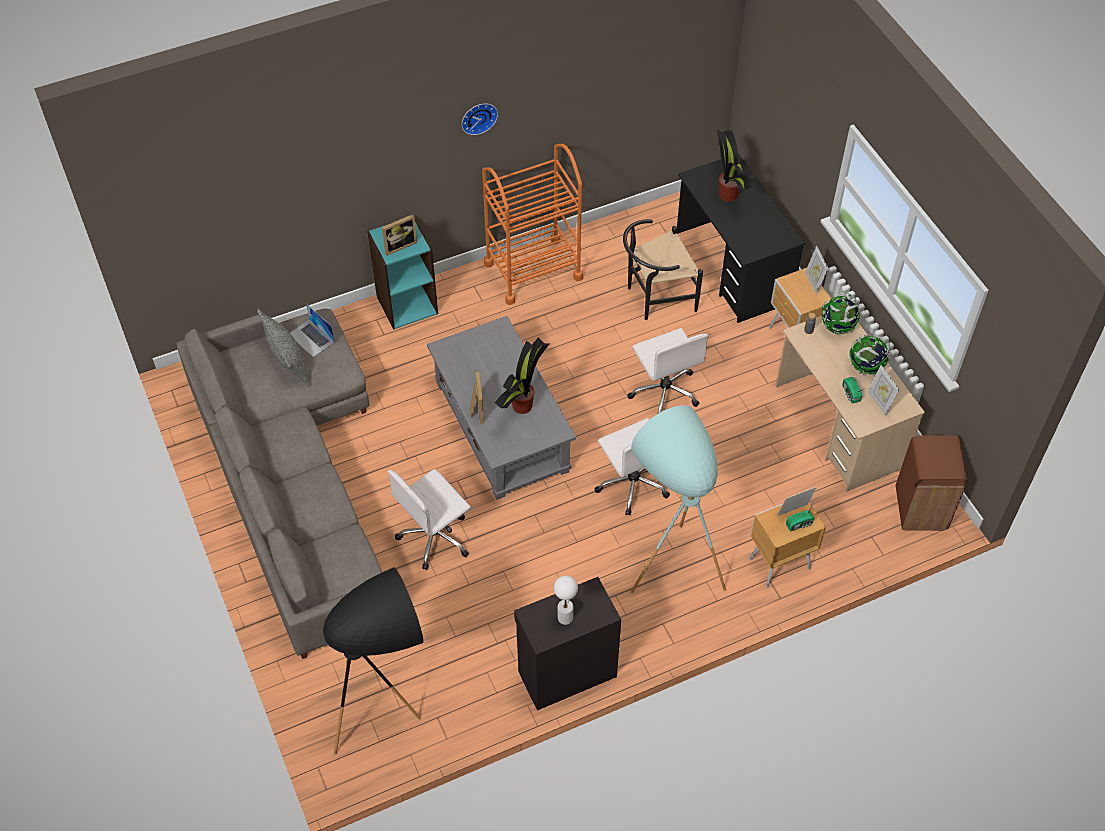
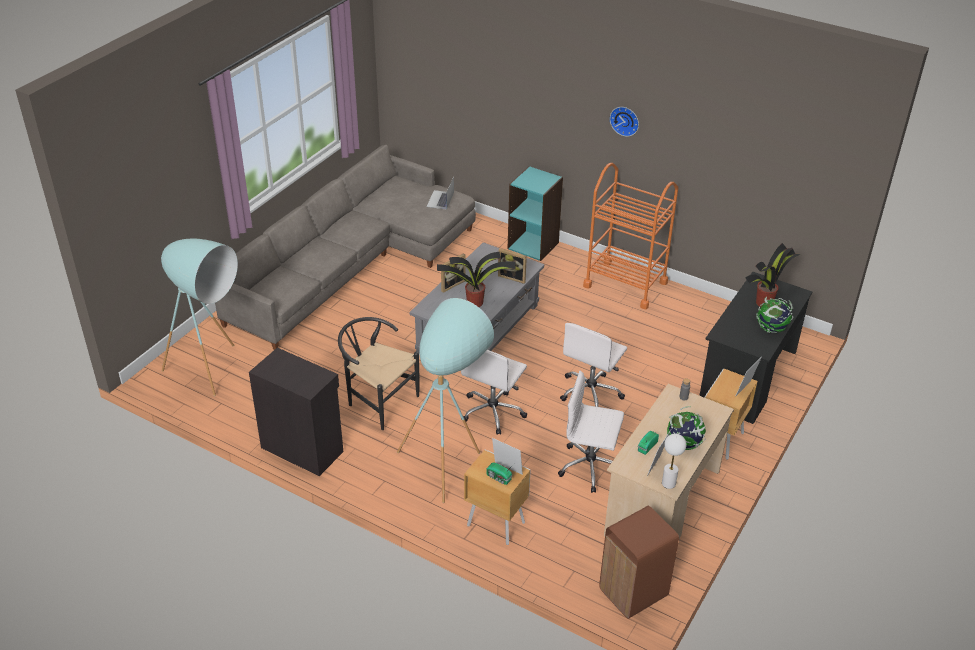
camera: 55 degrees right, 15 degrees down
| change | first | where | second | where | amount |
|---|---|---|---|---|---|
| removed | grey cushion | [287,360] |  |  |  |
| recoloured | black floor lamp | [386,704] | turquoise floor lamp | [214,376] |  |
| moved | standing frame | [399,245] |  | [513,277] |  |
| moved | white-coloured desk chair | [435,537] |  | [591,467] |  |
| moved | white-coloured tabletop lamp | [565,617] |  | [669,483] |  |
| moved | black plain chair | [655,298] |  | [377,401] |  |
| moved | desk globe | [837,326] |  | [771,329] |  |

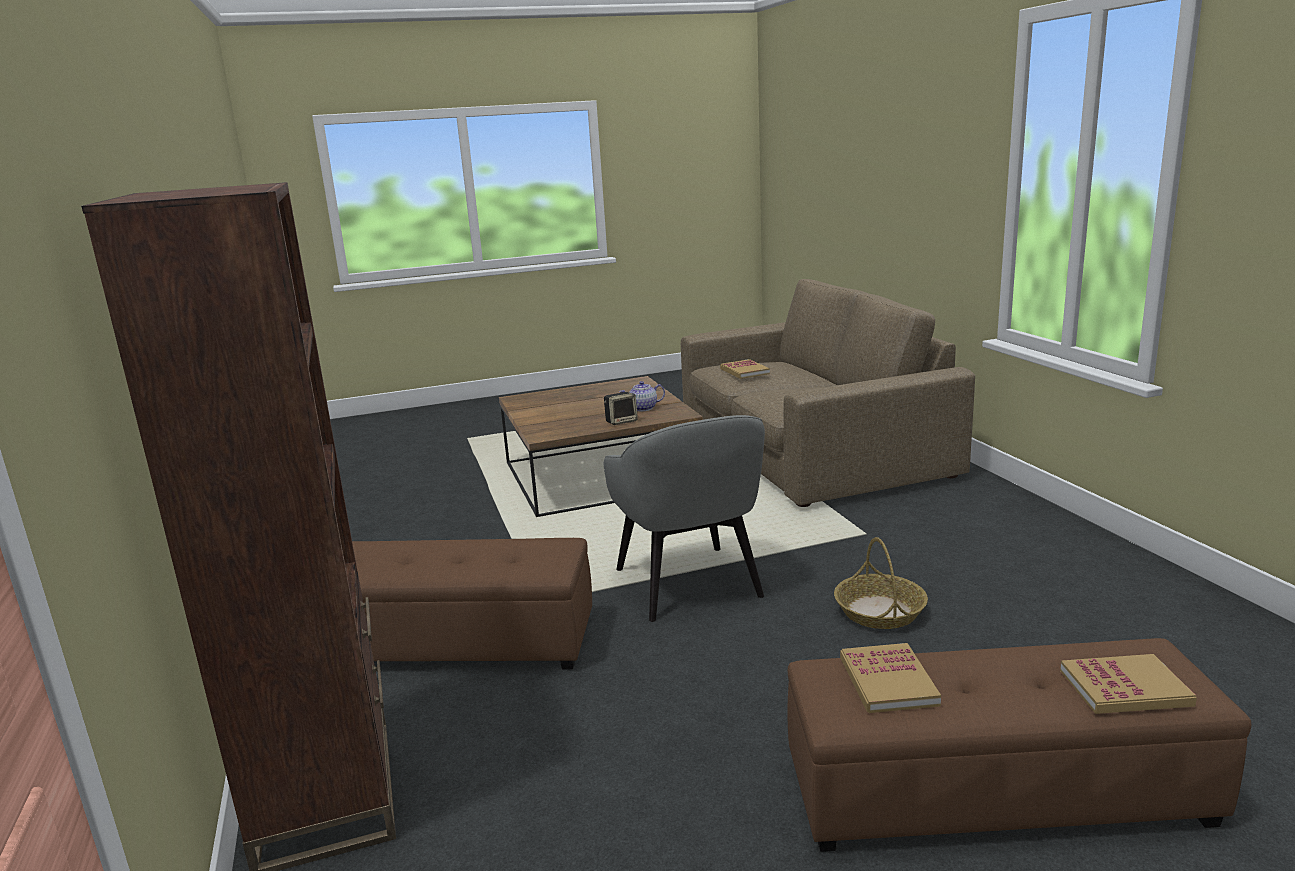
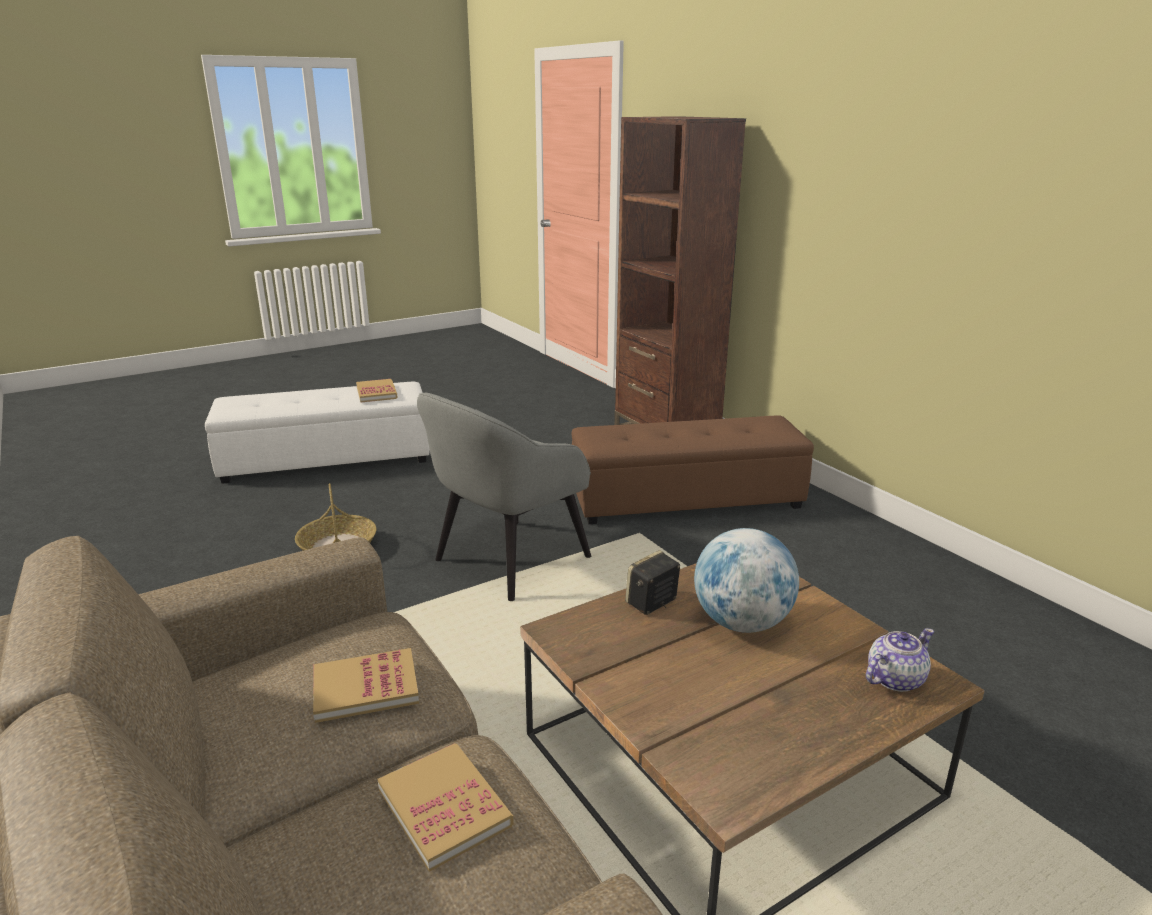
camera: 165 degrees right, 5 degrees up
| change | first | where | second | where | amount |
|---|---|---|---|---|---|
| turned | grey armchair | [689,585] |  | [510,560] | 105 degrees counterclockwise |
| moved | teapot | [643,408] |  | [894,679] |  |
| recoloured | brown footrest | [995,794] | white-coloured footrest | [327,459] |  |
| moved | book | [1125,688] |  | [365,688] |  |
| added |  |  | desk globe | [741,623] |  |

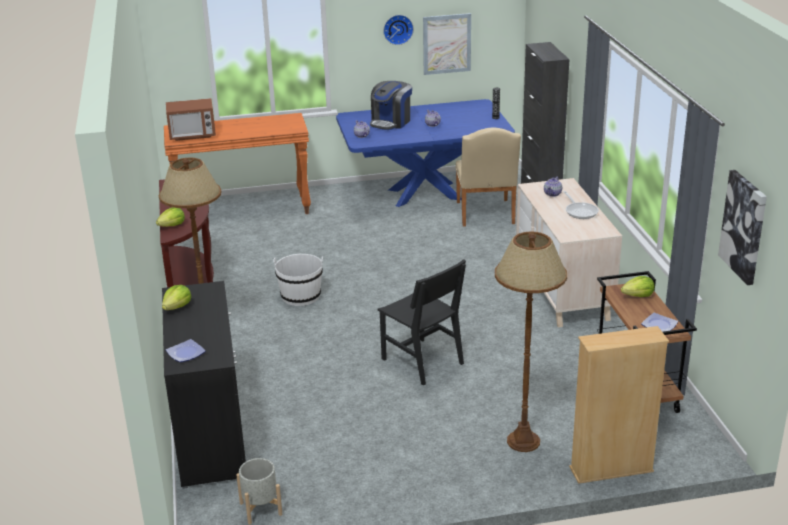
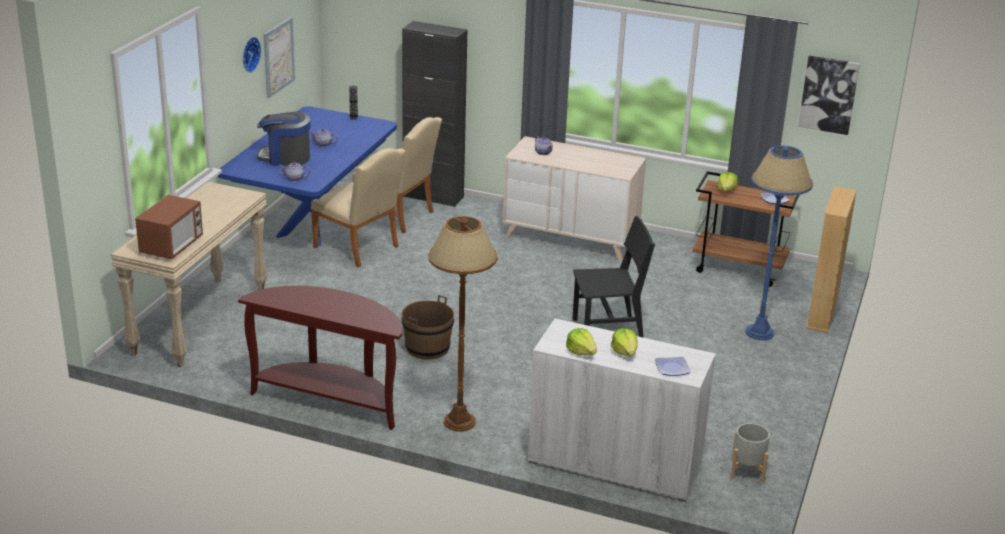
camera: 60 degrees left, 0 degrees up
| change | first | where | second | where | amount |
|---|---|---|---|---|---|
| moved | head of lettuce | [172,225] |  | [625,352] |  |
| recoloured | black cupboard | [211,433] | white-coloured cupboard | [614,464] |  |
| recoloured | orangey hall table | [243,211] | sand-coloured hall table | [199,321] |  |
| recoloured | white-coloured water bucket | [300,296] | brown water bucket | [427,348] |  |
| turned | coffee brewer | [391,122] |  | [285,158] | 120 degrees clockwise |
| recoloured | brown floor lamp | [523,441] | blue floor lamp | [760,332] |  |
| removed | skillet | [580,211] |  |  |  |
| added |  |  | sand-coloured plain chair | [360,248] |  |

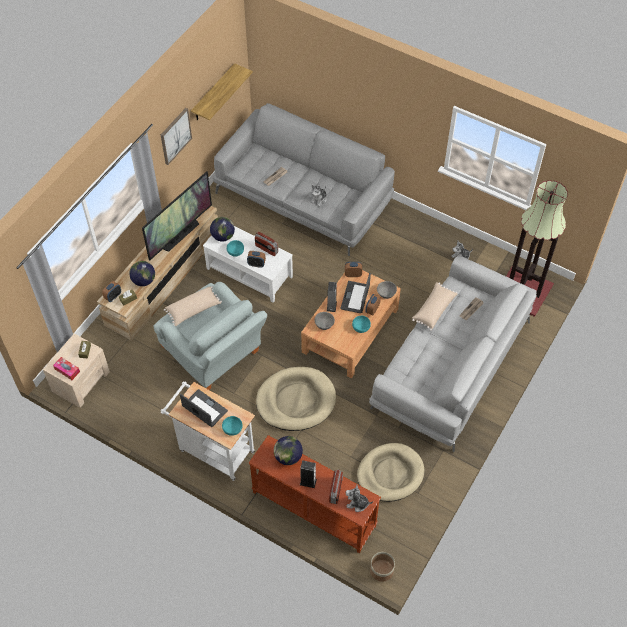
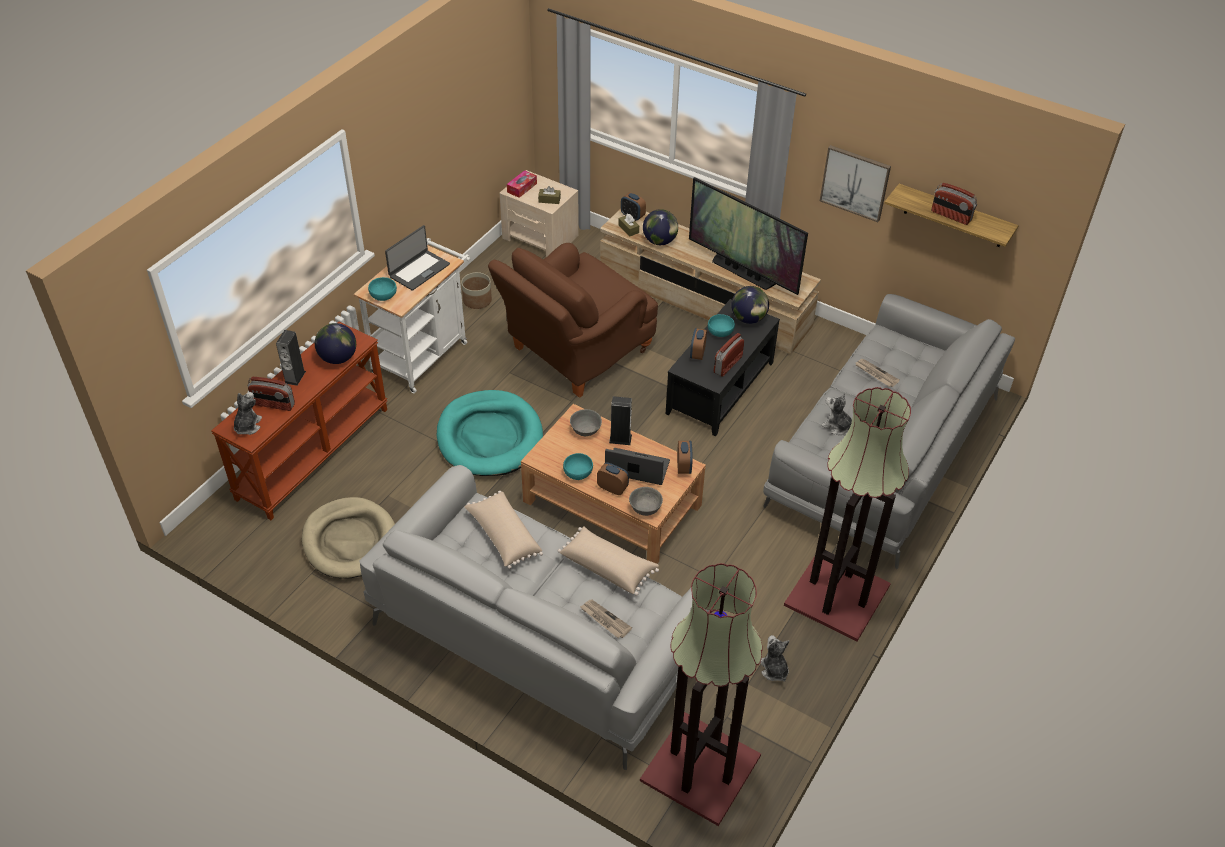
camera: 90 degrees right, 10 degrees down
| change | first | where | second | where | amount |
|---|---|---|---|---|---|
| recoloured | grey armchair | [214,354] | brown armchair | [575,353] |  |
| moved | sand-coloured cushion | [193,310] |  | [503,536] |  |
| recoloured | white-coloured low table | [249,273] | black low table | [720,388] |  |
| recoloured | sand-coloured dog bed | [296,401] | turquoise dog bed | [489,437] |  |
| moved | planter | [381,570] |  | [477,300] |  |
| added |  |  | floor lamp | [837,597] |  |
| added |  |  | radio receiver | [951,216] |  |

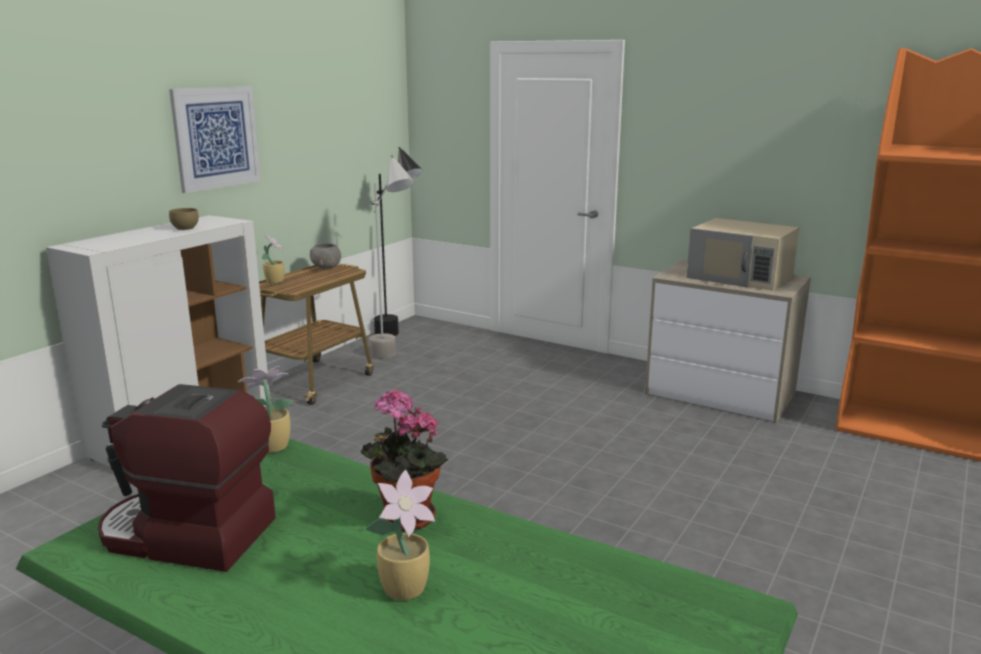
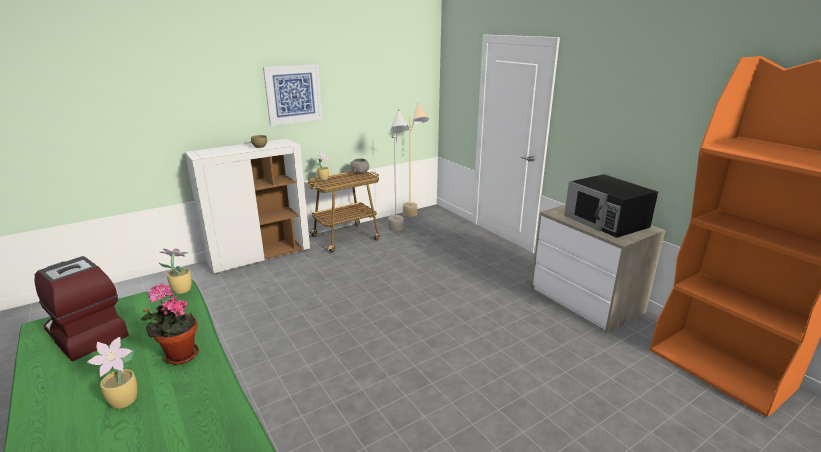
camera: 25 degrees right, 5 degrees up
| change | first | where | second | where | amount |
|---|---|---|---|---|---|
| recoloured | black floor lamp | [399,338] | sand-coloured floor lamp | [414,218] |  |
| recoloured | sand-coloured microwave oven | [740,277] | black microwave oven | [606,221] |  |

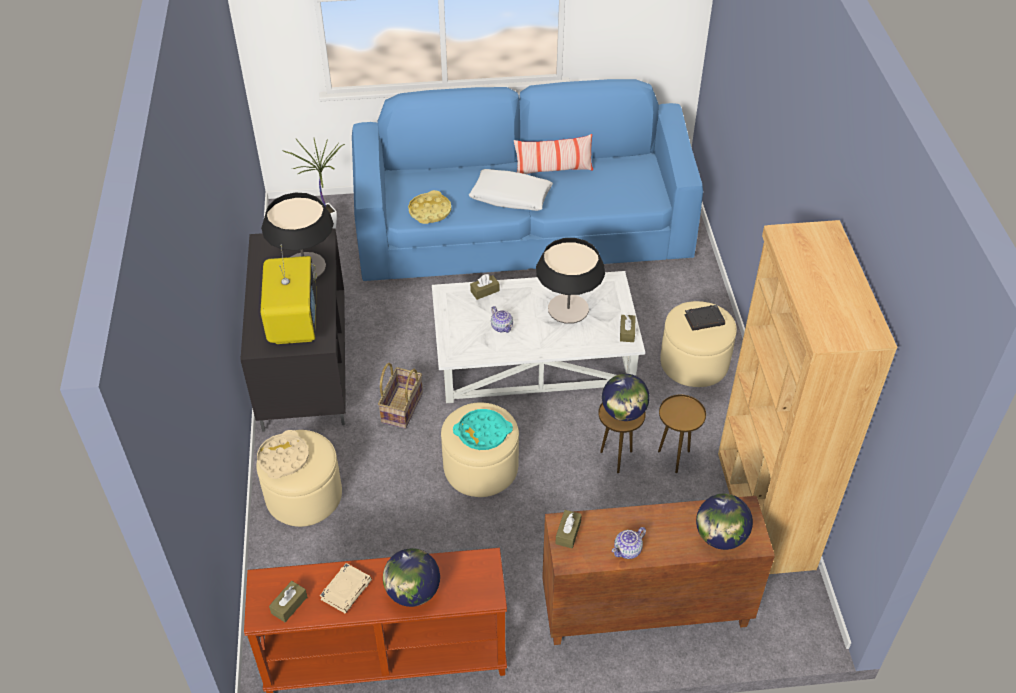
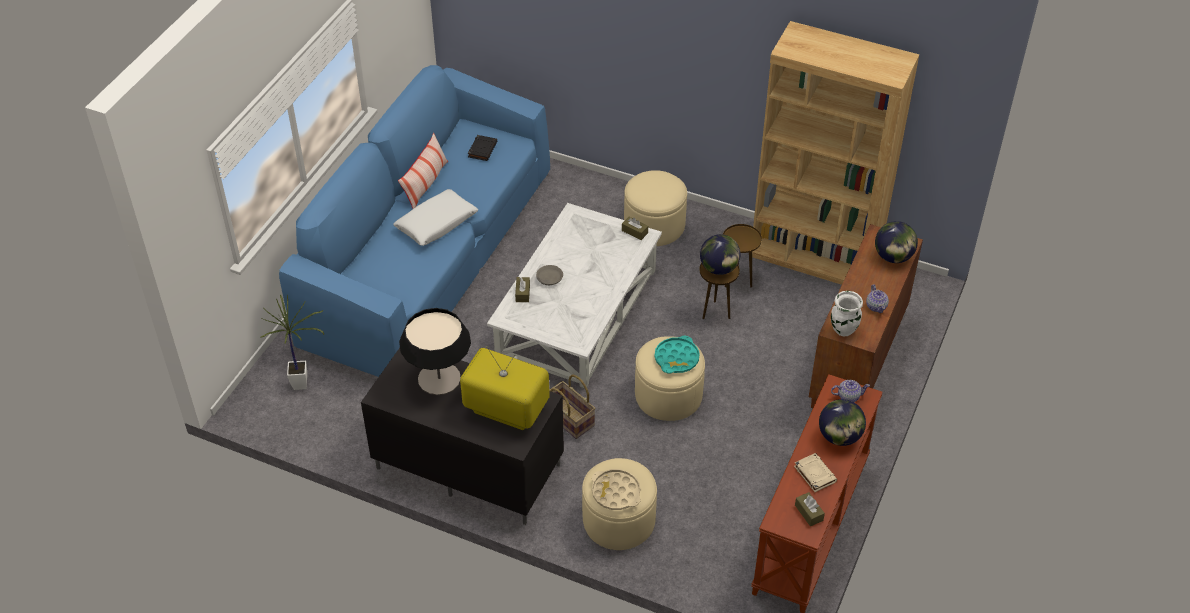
camera: 60 degrees left, 0 degrees up
| change | first | where | second | where | amount |
|---|---|---|---|---|---|
| removed | yellow serving tray | [430,211] |  |  |  |
| moved | teapot | [502,327] |  | [848,396] |  |
| removed | tabletop lamp | [568,309] |  |  |  |
| replaced | brown box of tissues | [568,533] | white-coloured decorative vase | [843,330] |  |
| moved | black book | [704,320] |  | [482,149] |  |
| added |  |  | grey serving bowl | [549,279] |  |

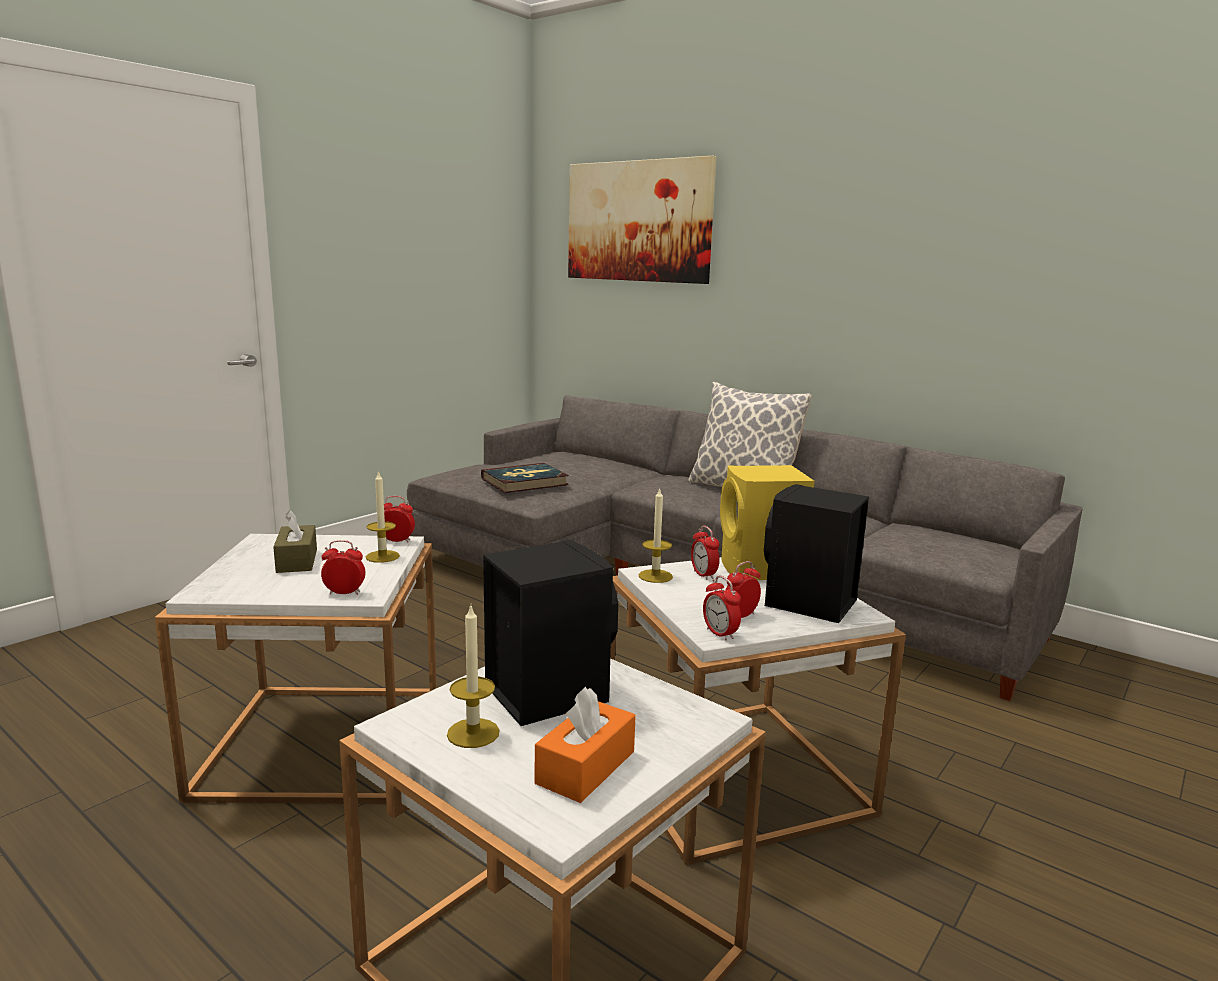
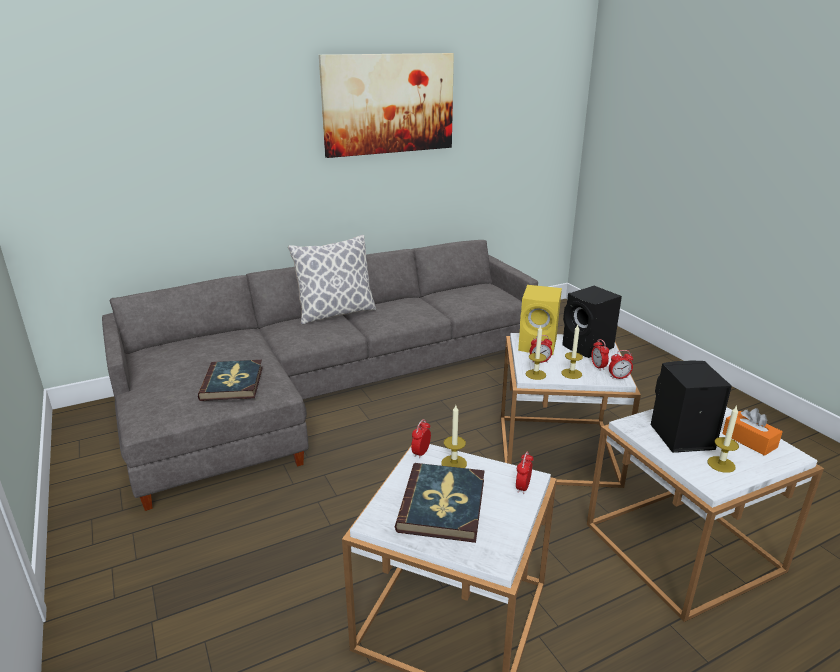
camera: 65 degrees left, 10 degrees up
| change | first | where | second | where | amount |
|---|---|---|---|---|---|
| replaced | brown box of tissues | [297,560] | book | [443,505] |  |
| moved | picture | [638,221] |  | [389,104] |  |
| added |  |  | candle | [571,373] |  |

